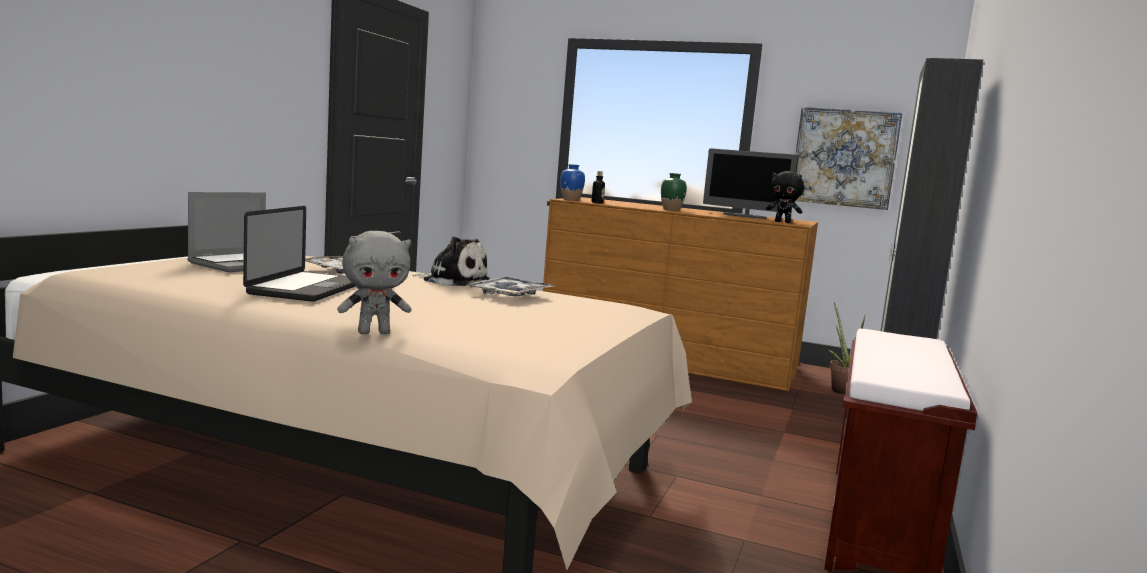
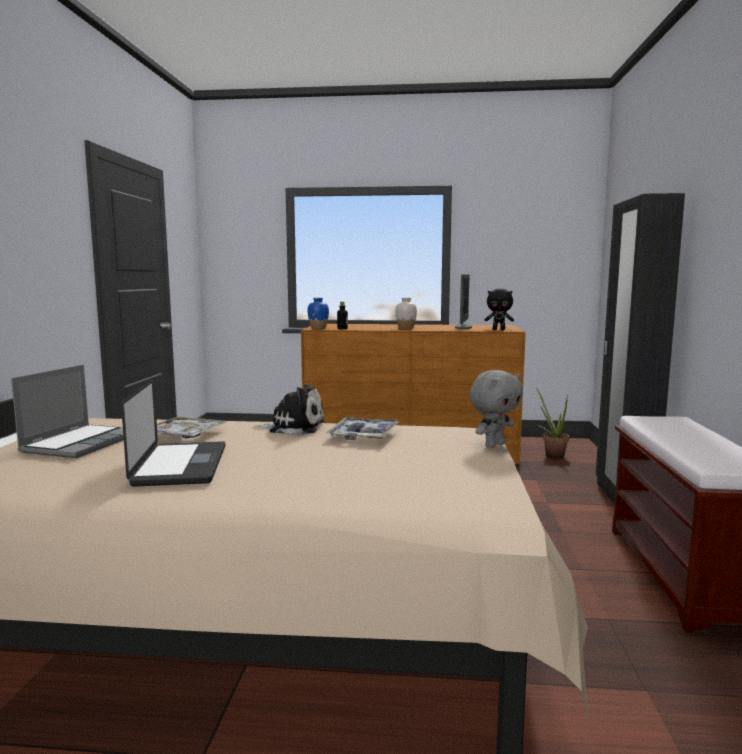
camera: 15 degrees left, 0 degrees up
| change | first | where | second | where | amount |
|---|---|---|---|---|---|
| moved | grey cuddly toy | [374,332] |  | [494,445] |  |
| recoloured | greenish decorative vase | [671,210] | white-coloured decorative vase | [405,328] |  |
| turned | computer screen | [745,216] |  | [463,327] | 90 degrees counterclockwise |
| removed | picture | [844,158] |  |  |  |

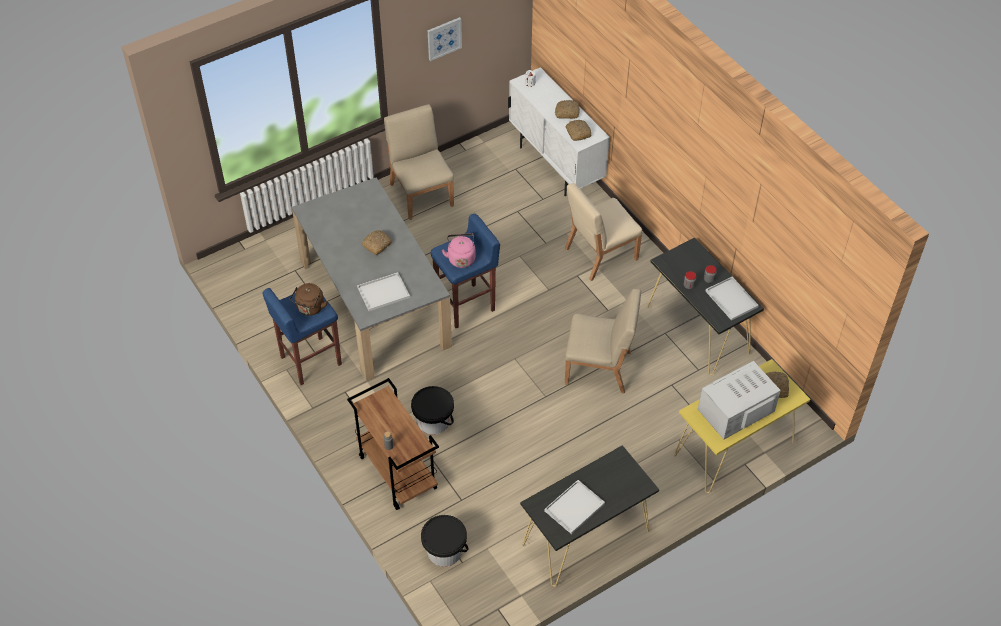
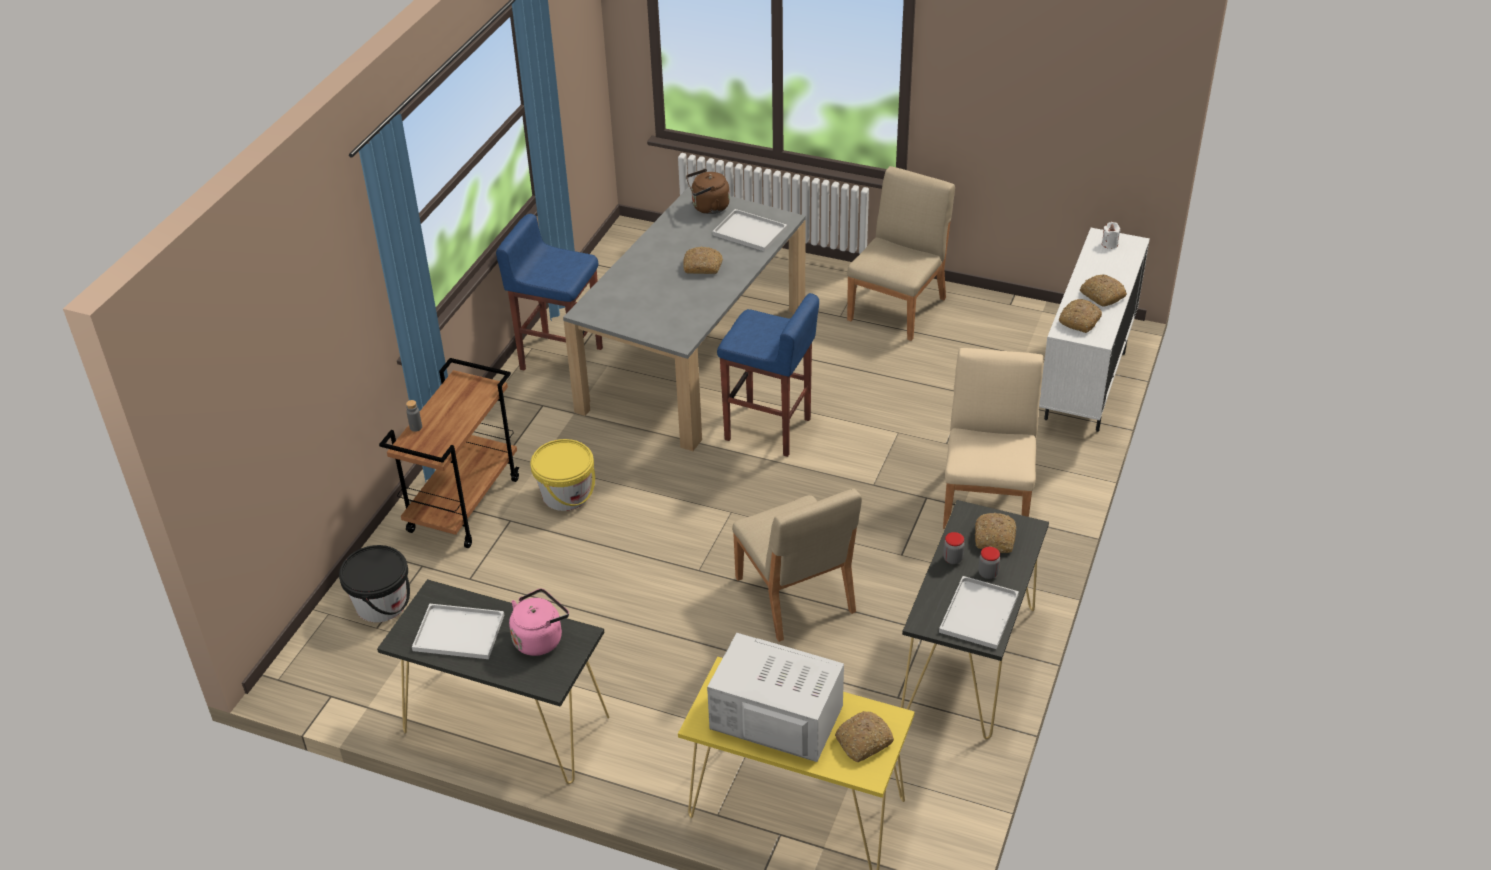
camera: 55 degrees right, 10 degrees down
| change | first | where | second | where | amount |
|---|---|---|---|---|---|
| moved | brown kettle | [310,308] |  | [708,207] |  |
| moved | white-coloured serving tray | [382,293] |  | [748,231] |  |
| recoloured | black water bucket | [433,421] | yellow water bucket | [566,494] |  |
| removed | picture | [444,38] |  |  |  |
| moved | pink kettle | [461,258] |  | [540,638] |  |
| turned | sand-coloured plain chair | [600,254] |  | [987,499] | 75 degrees clockwise |
| added |  |  | bread | [995,538] |  |

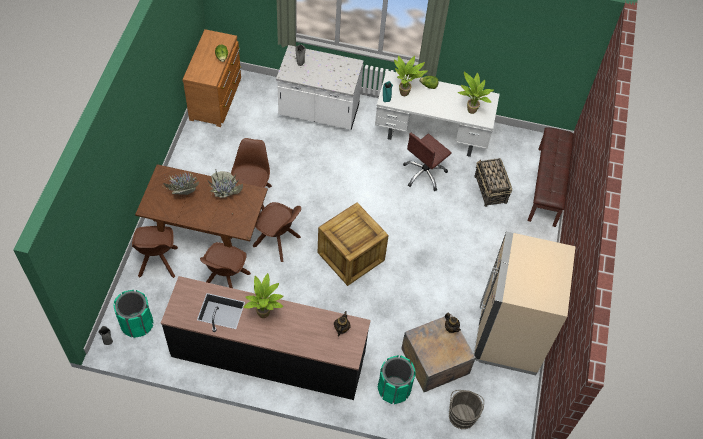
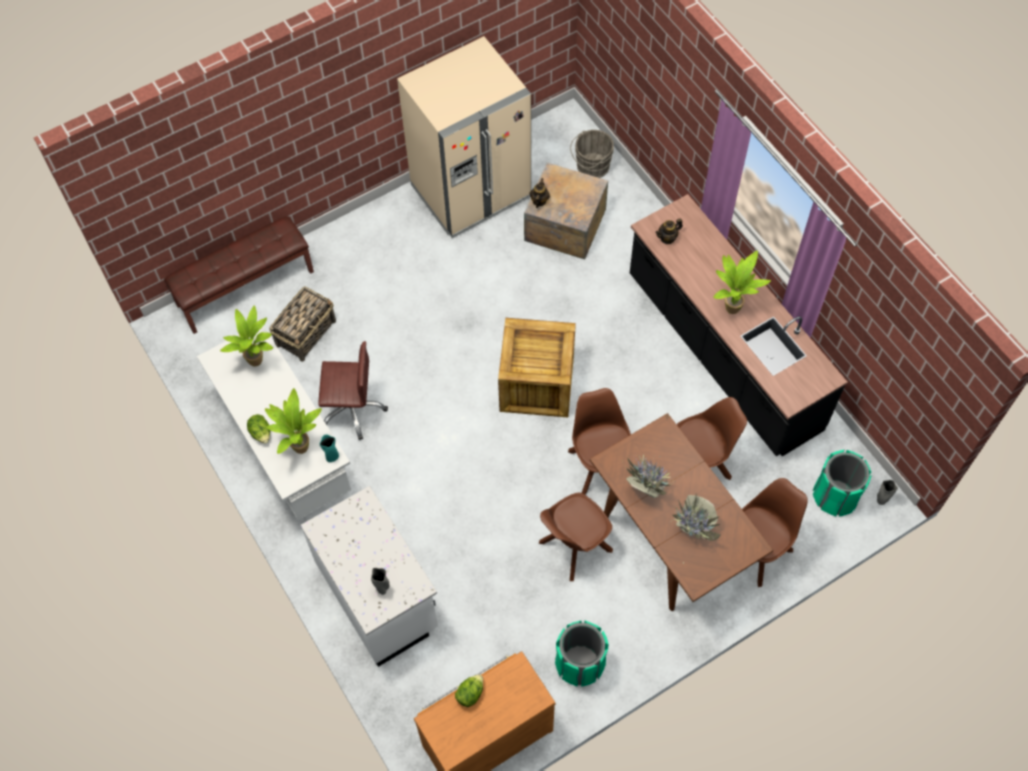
camera: 130 degrees left, 5 degrees up
| change | first | where | second | where | amount |
|---|---|---|---|---|---|
| moved | greenish trash can | [394,388] |  | [580,663] |  |

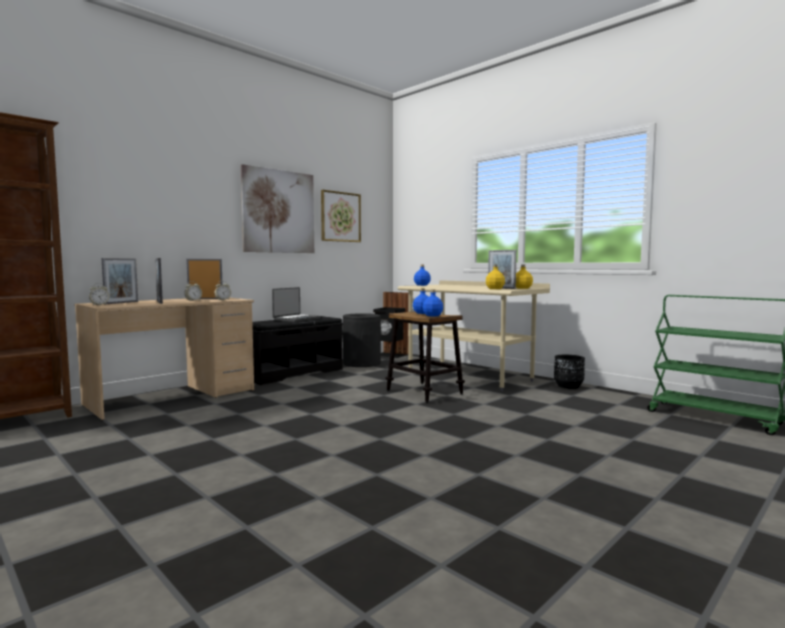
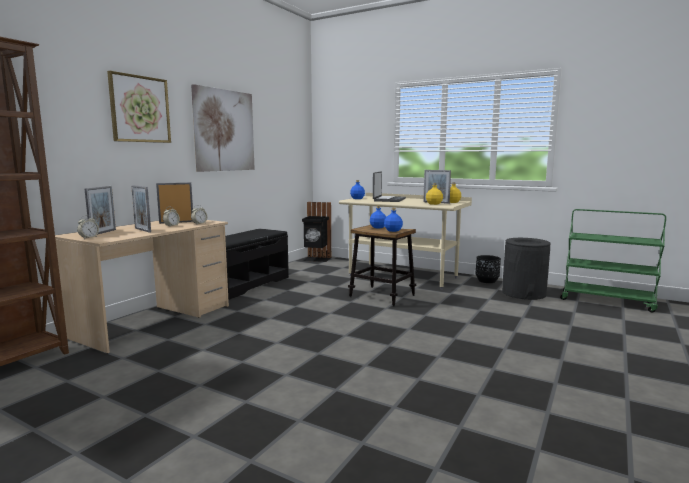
camera: 15 degrees left, 5 degrees up
| change | first | where | second | where | amount |
|---|---|---|---|---|---|
| moved | portable computer | [296,319] |  | [388,200] |  |
| moved | picture | [340,217] |  | [140,109] |  |
| moved | black trash can | [362,363] |  | [524,293] |  |

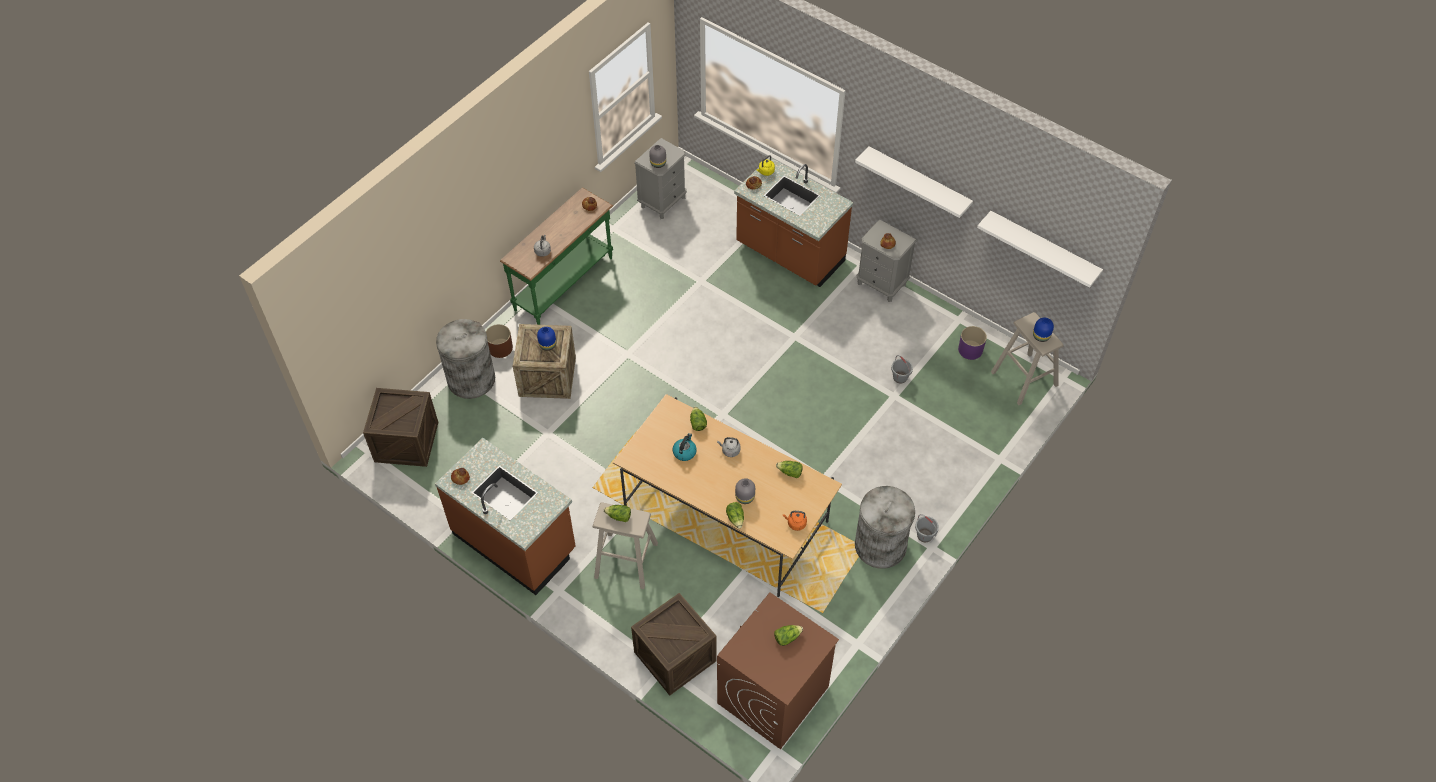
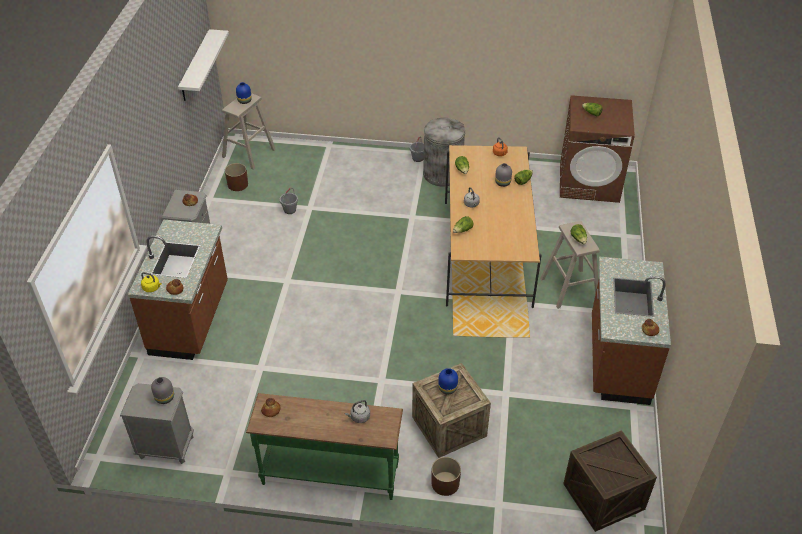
camera: 120 degrees left, 10 degrees down
| change | first | where | second | where | amount |
|---|---|---|---|---|---|
| removed | grey trash can | [471,379] |  |  |  |
| removed | shipping crate | [675,656] |  |  |  |
| removed | kettle | [684,452] |  |  |  |
| removed | white-coloured shelf | [918,181] |  |  |  |
| recoloured | purple-coloured planter | [970,350] | brown planter | [238,185] |  |

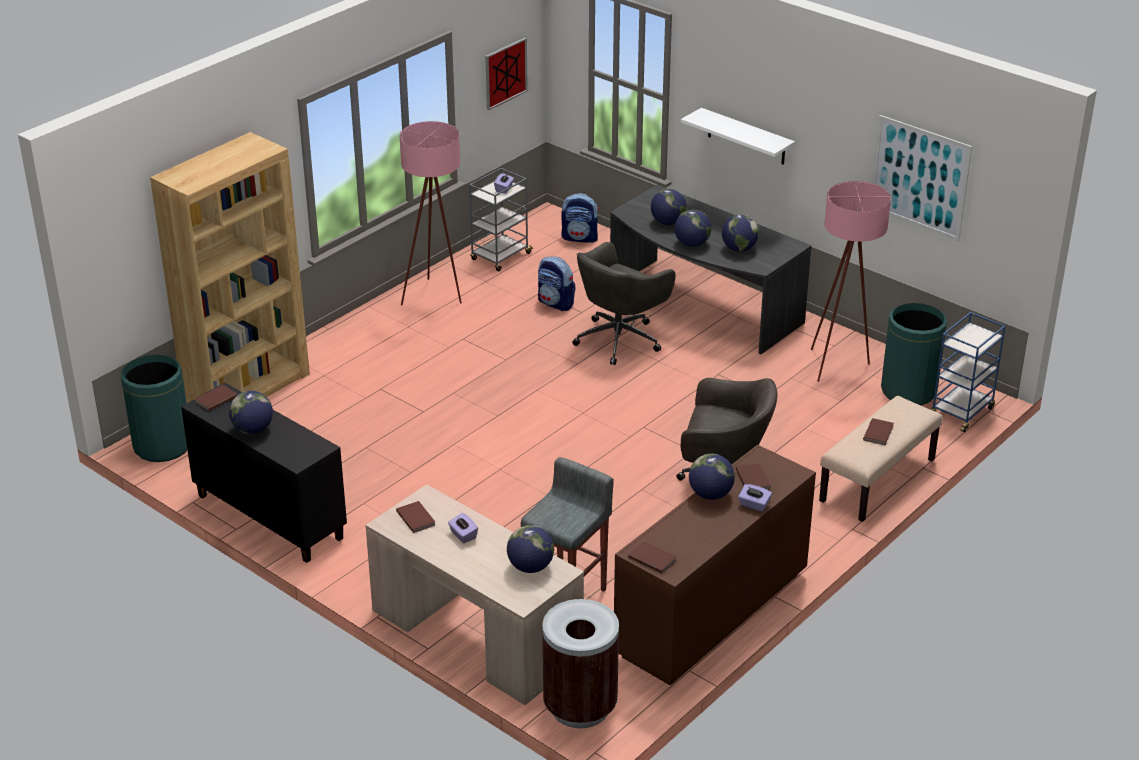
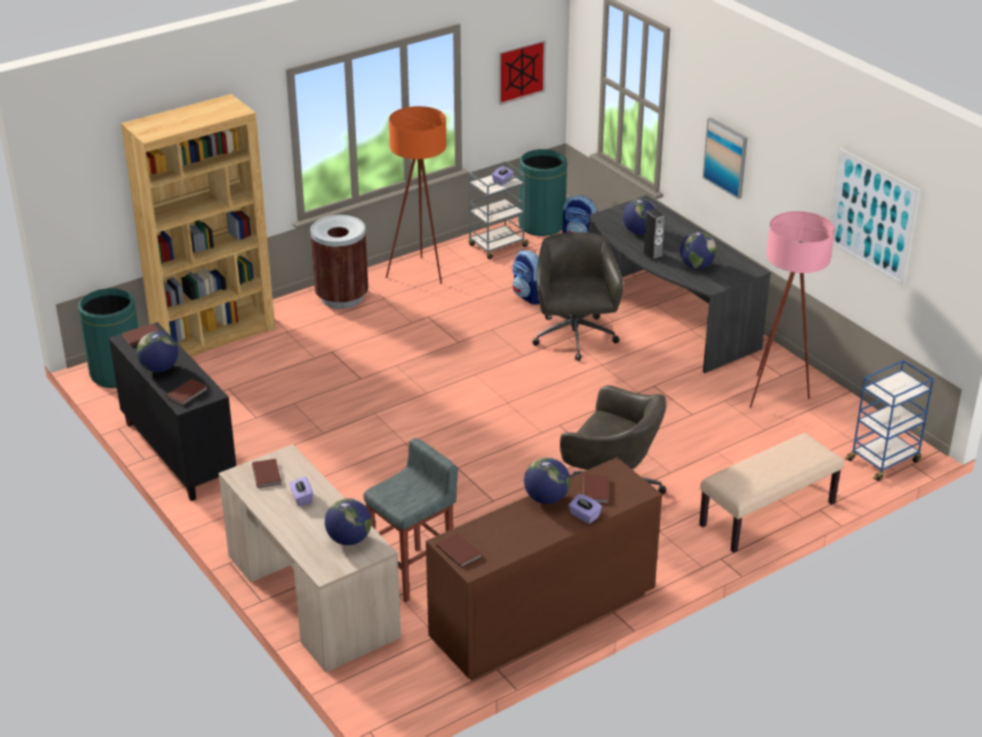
camera: 15 degrees right, 0 degrees up
| change | first | where | second | where | amount |
|---|---|---|---|---|---|
| recoloured | pink floor lamp | [436,297] | orangey floor lamp | [421,275] |  |
| moved | brown trash can | [580,707] |  | [342,297] |  |
| turned | grey desk chair | [620,339] |  | [574,338] | 120 degrees clockwise |
| replaced | desk globe | [692,244] | loudspeaker | [653,255] |  |
| replaced | white-coloured shelf | [746,137] | picture | [726,157] |  |
| moved | brown book | [879,433] |  | [188,393] |  |
| moved | greenish trash can | [908,391] |  | [541,225] |  |

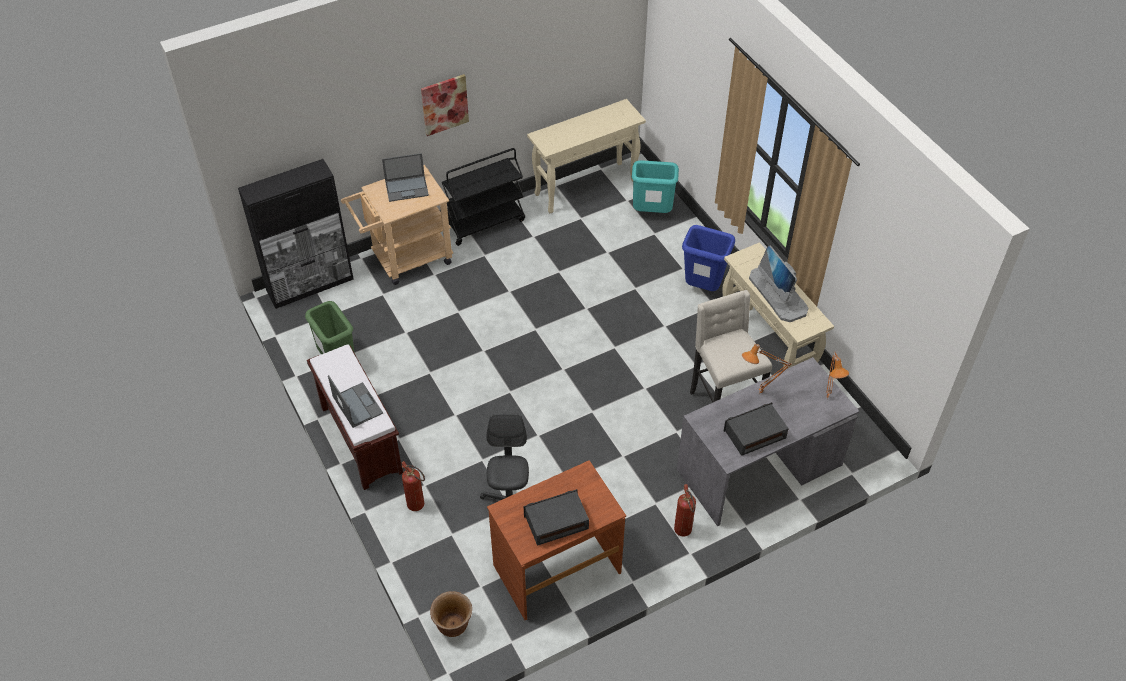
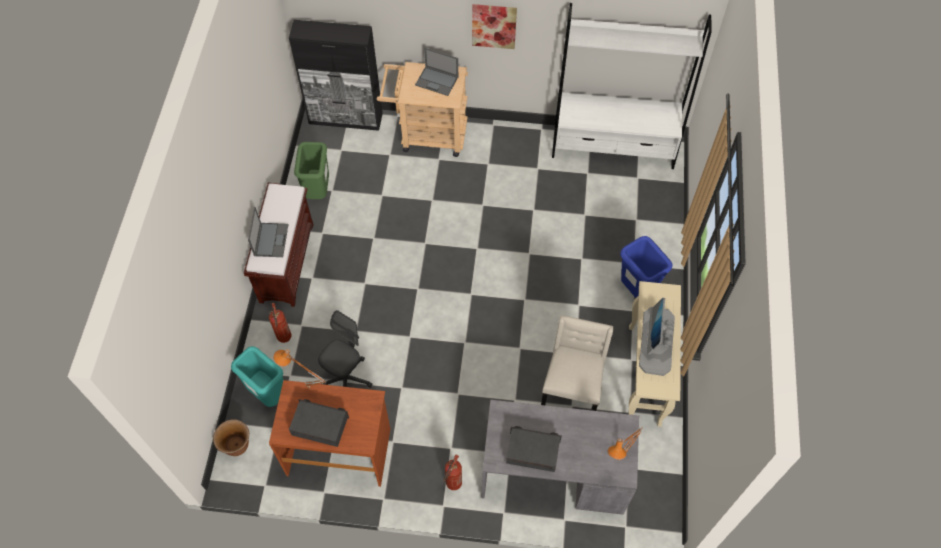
camera: 35 degrees right, 10 degrees up
| change | first | where | second | where | amount |
|---|---|---|---|---|---|
| removed | black cart | [485,223] |  |  |  |
| replaced | sand-coloured hall table | [586,187] | white-coloured shelving unit | [613,148] |  |
| moved | turquoise trash can | [652,212] |  | [269,393] |  |
| moved | orangey tabletop lamp | [760,395] |  | [308,389] |  |

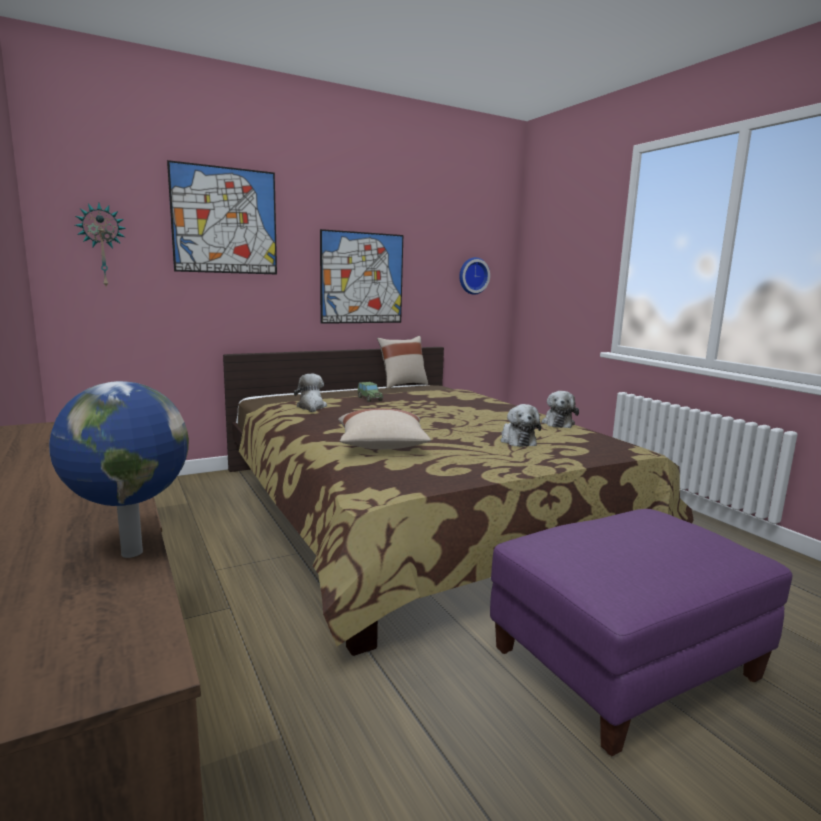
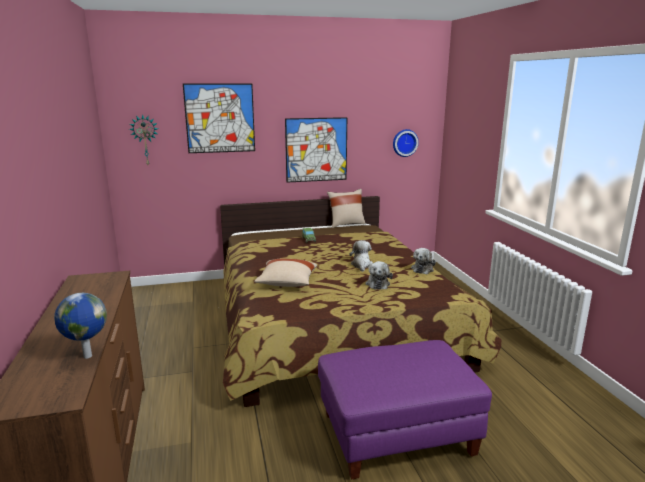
camera: 15 degrees right, 5 degrees up
| change | first | where | second | where | amount |
|---|---|---|---|---|---|
| moved | cuddly toy | [311,407] |  | [361,265] |  |

